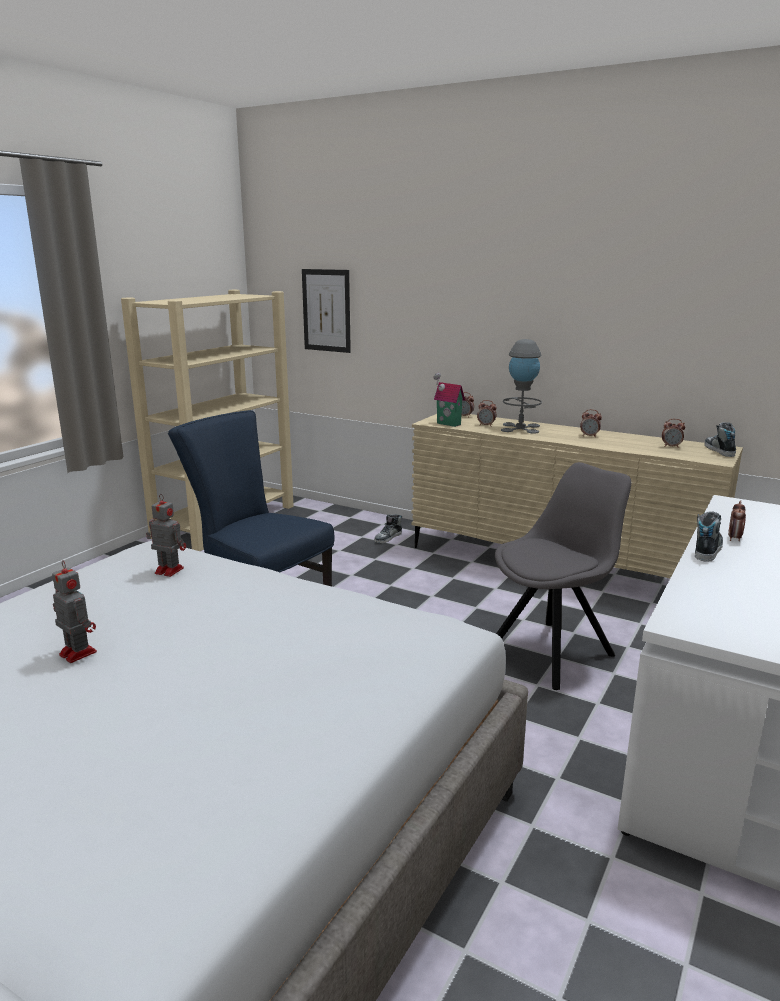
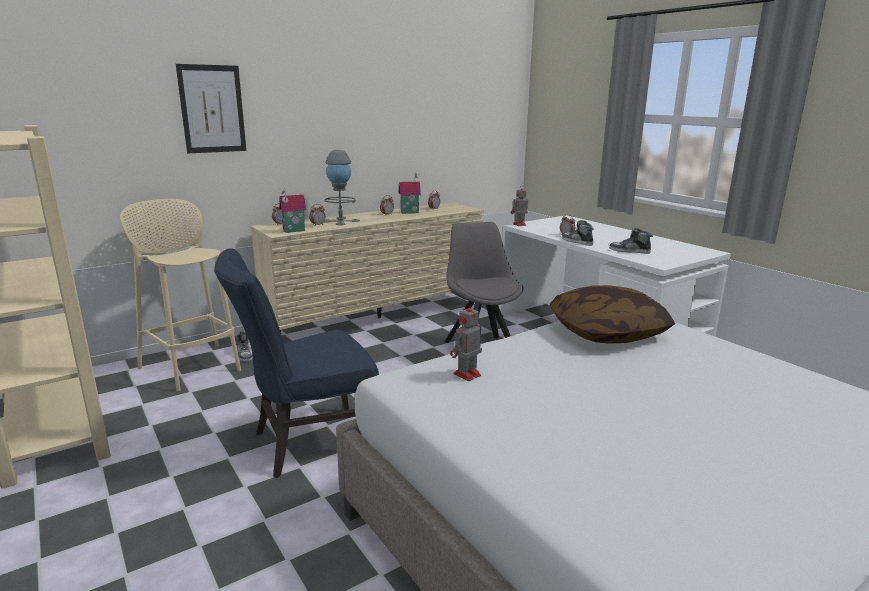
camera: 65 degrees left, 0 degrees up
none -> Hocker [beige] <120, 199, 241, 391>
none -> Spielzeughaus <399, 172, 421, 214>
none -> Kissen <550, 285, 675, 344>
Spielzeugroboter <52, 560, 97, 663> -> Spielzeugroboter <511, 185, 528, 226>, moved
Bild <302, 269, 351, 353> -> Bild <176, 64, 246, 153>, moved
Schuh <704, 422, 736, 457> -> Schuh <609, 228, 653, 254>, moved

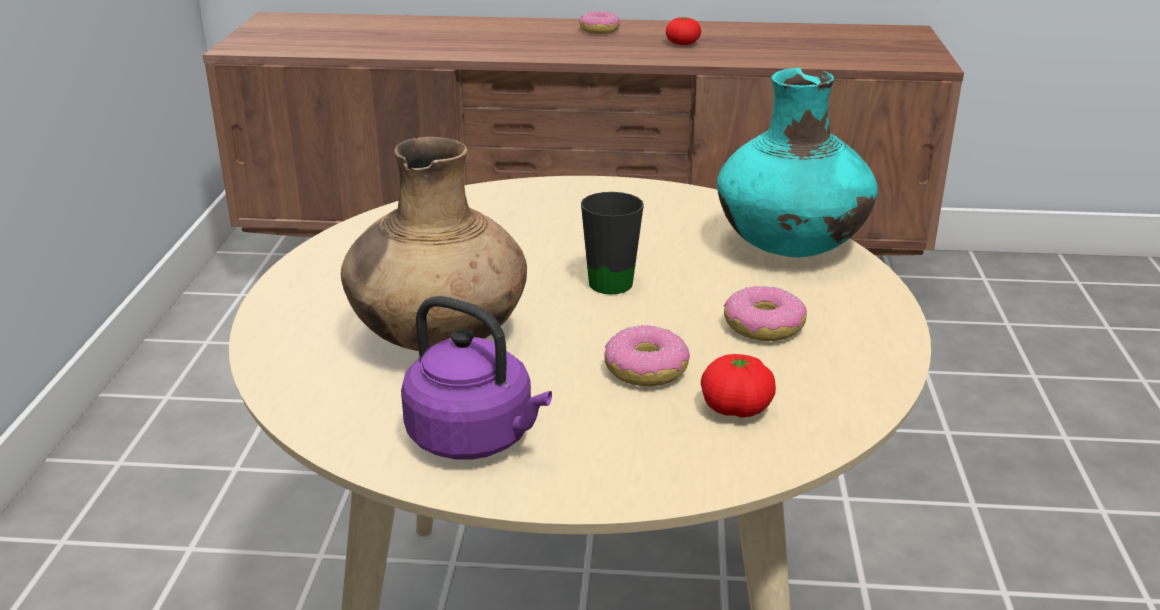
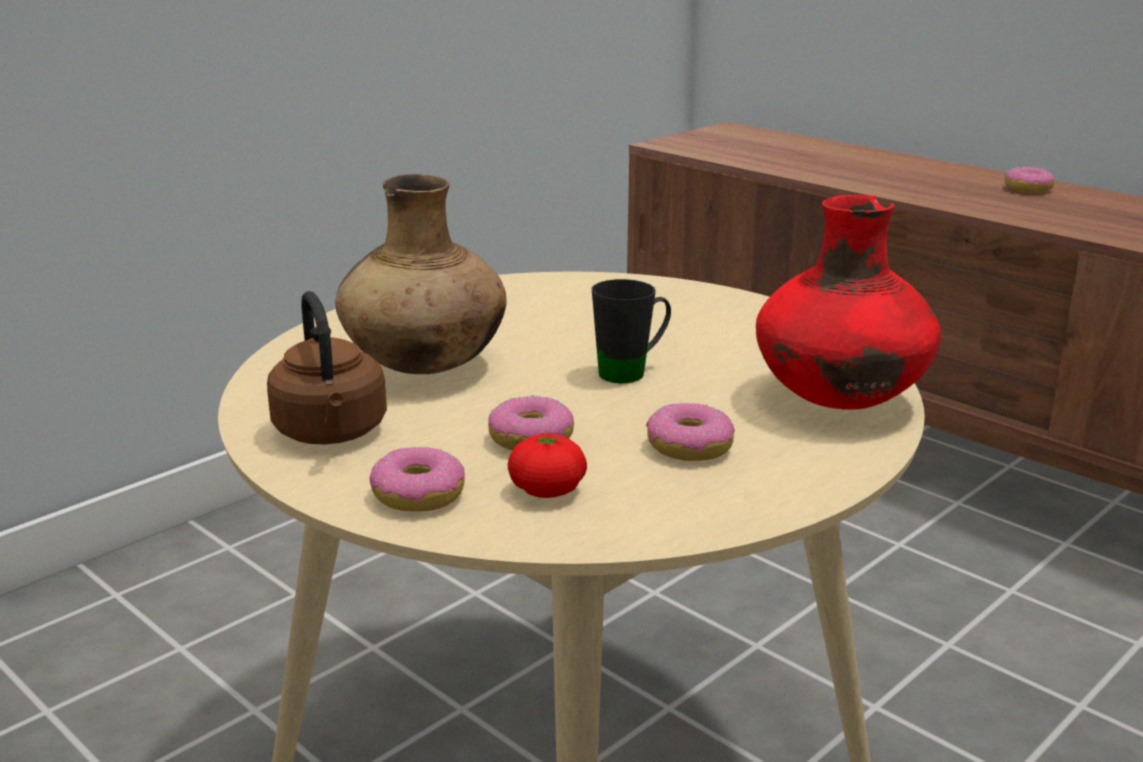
camera: 40 degrees right, 5 degrees down
Tomate <666, 17, 701, 45> -> none
none -> Donut <369, 446, 465, 511>
Wasserkessel [lila] <401, 296, 552, 460> -> Wasserkessel [braun] <267, 291, 387, 444>
Vase [türkis] <717, 68, 878, 257> -> Vase [rot] <756, 195, 941, 410>

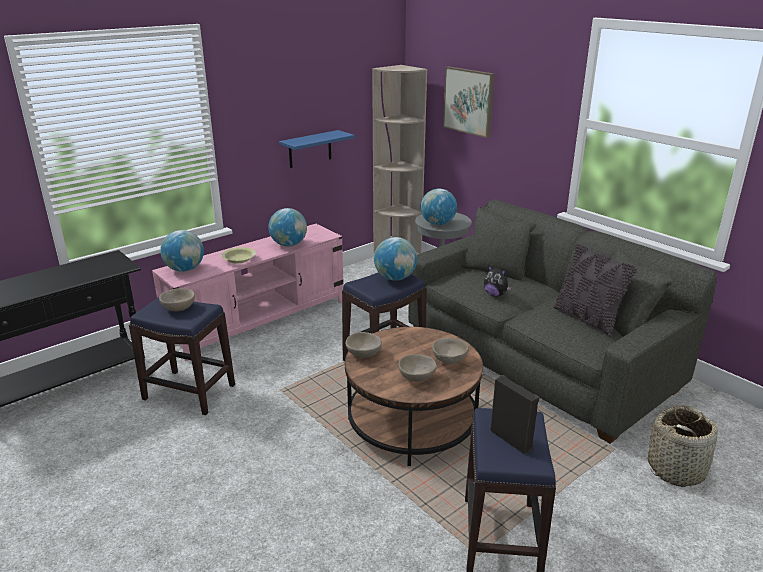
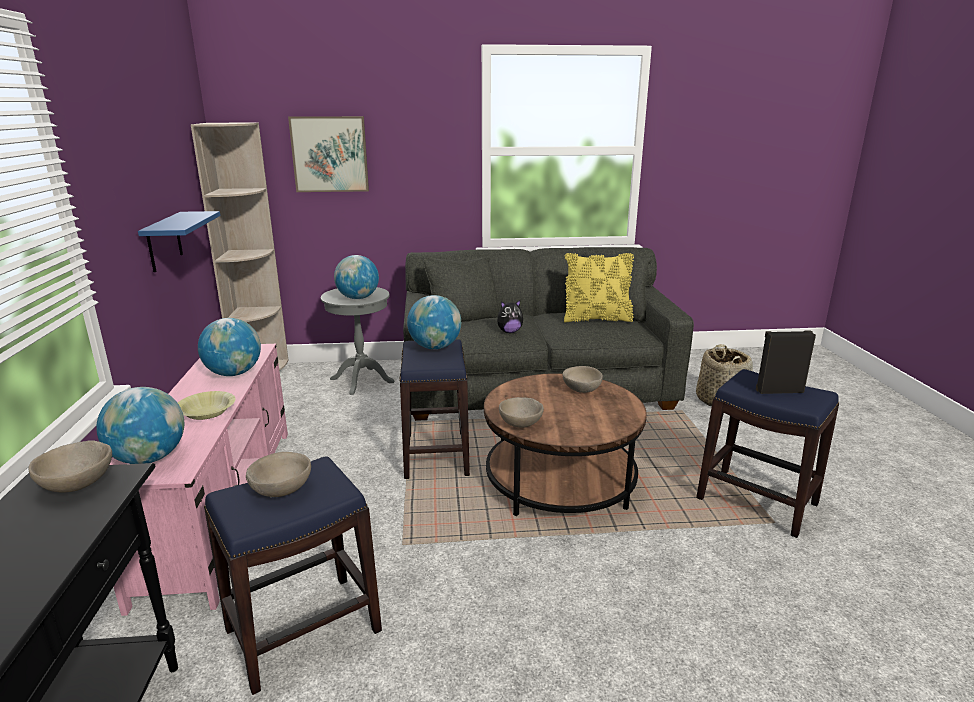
camera: 55 degrees left, 5 degrees down
Schüssel [beige] <398, 354, 437, 382> -> Schüssel [beige] <29, 440, 112, 493>, moved
Kissen [schwarz] <553, 243, 637, 336> -> Kissen [gelb] <564, 253, 634, 322>

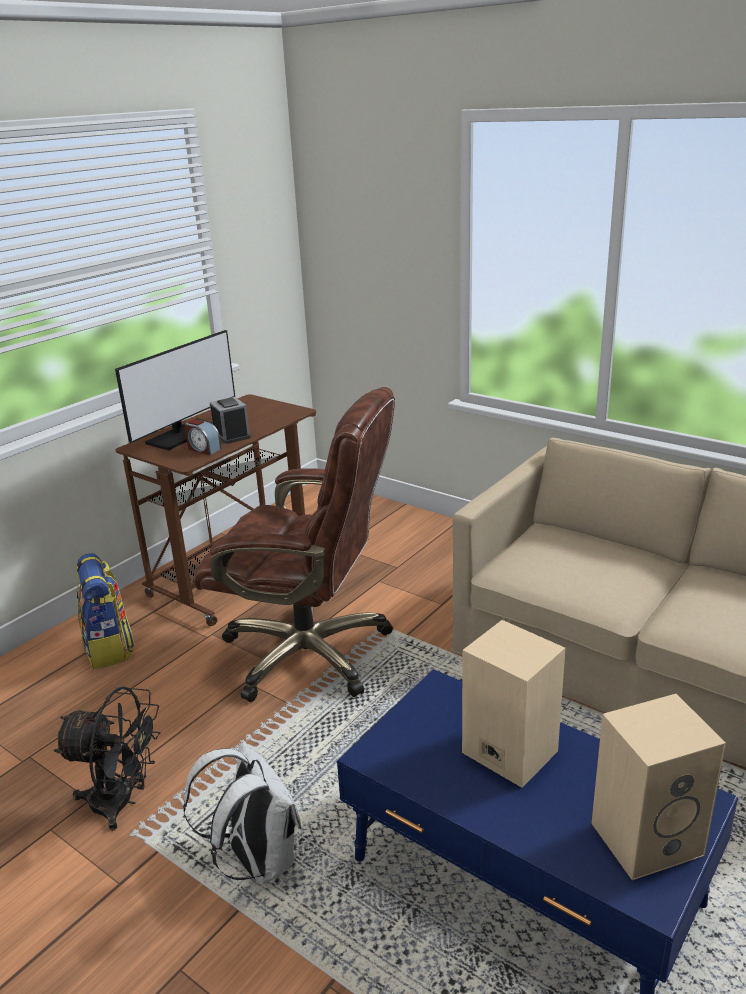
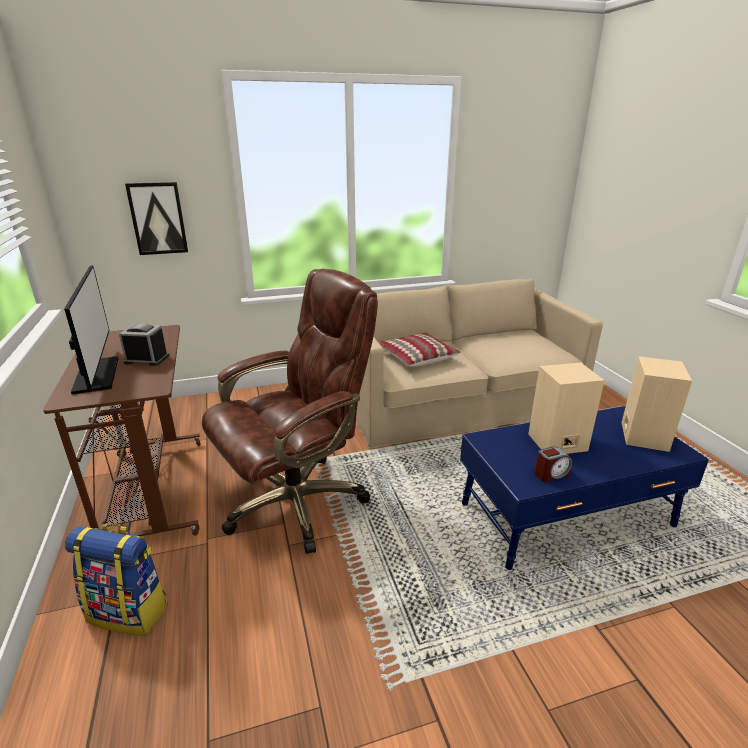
camera: 55 degrees left, 0 degrees up
Ventilator [schwarz] <54, 687, 161, 831> -> none
Rucksack [weiß] <183, 742, 301, 885> -> none
none -> Bild <125, 182, 188, 255>
none -> Kissen <378, 333, 461, 367>
Wecker <184, 419, 221, 455> -> Wecker <535, 446, 573, 482>, moved

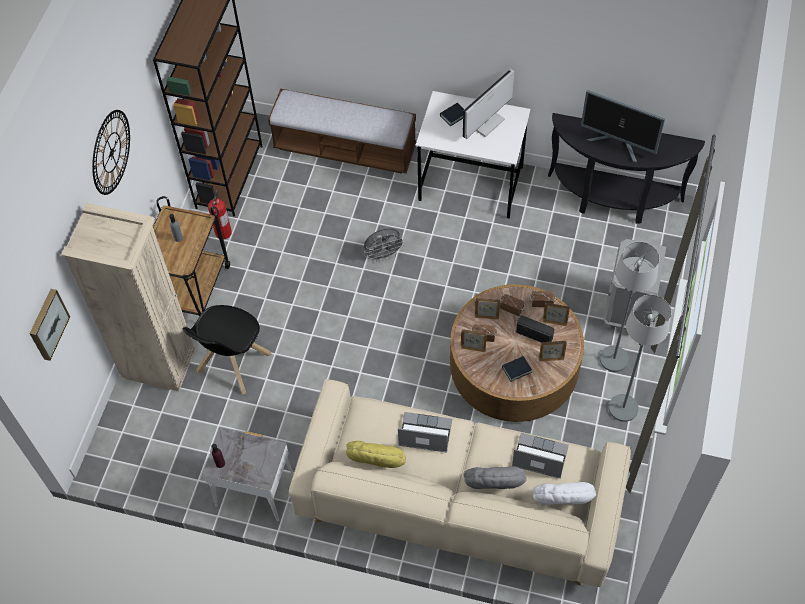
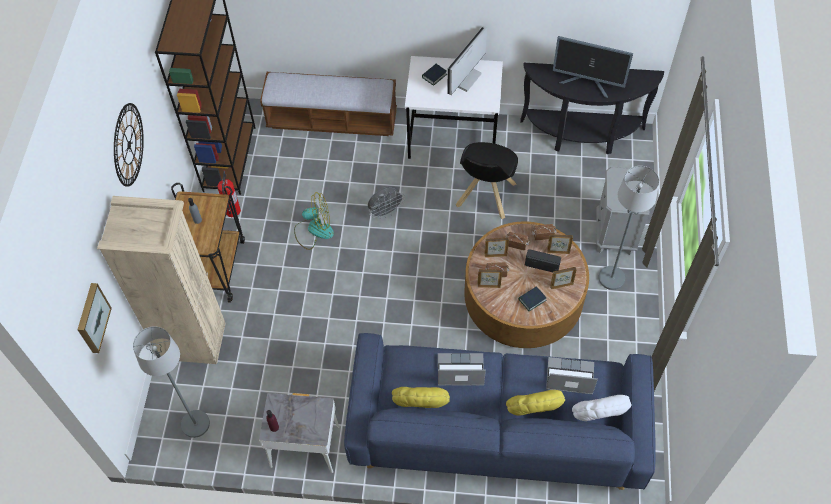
camera: 10 degrees left, 0 degrees up
none -> Ventilator <294, 192, 334, 250>
Stuhl [schwarz] <183, 305, 272, 395> -> Stuhl [schwarz] <455, 142, 518, 219>, moved
Stehlampe [grau] <609, 295, 671, 422> -> Stehlampe [grau] <133, 326, 210, 438>, moved
Sofa [beige] <289, 379, 631, 588> -> Sofa [blau] <344, 333, 656, 490>
Kissen [grau] <464, 466, 527, 489> -> Kissen [gelb] <506, 390, 565, 416>

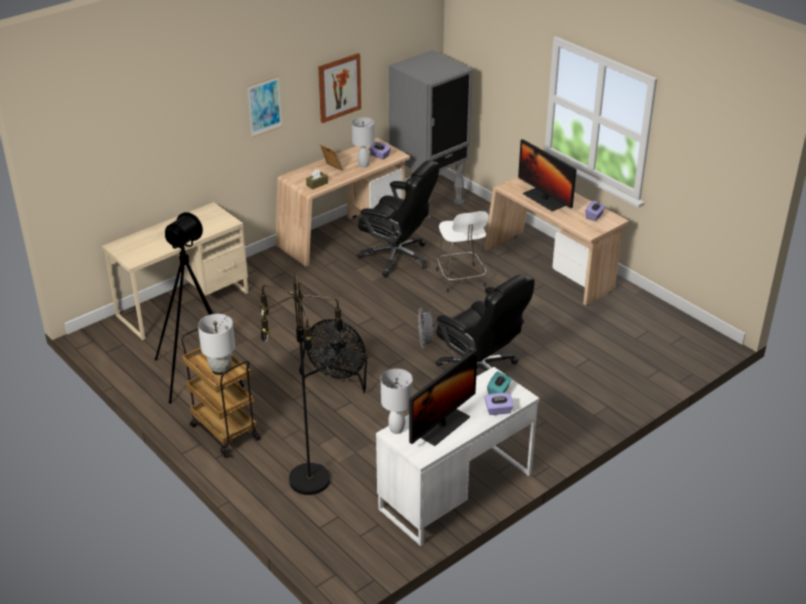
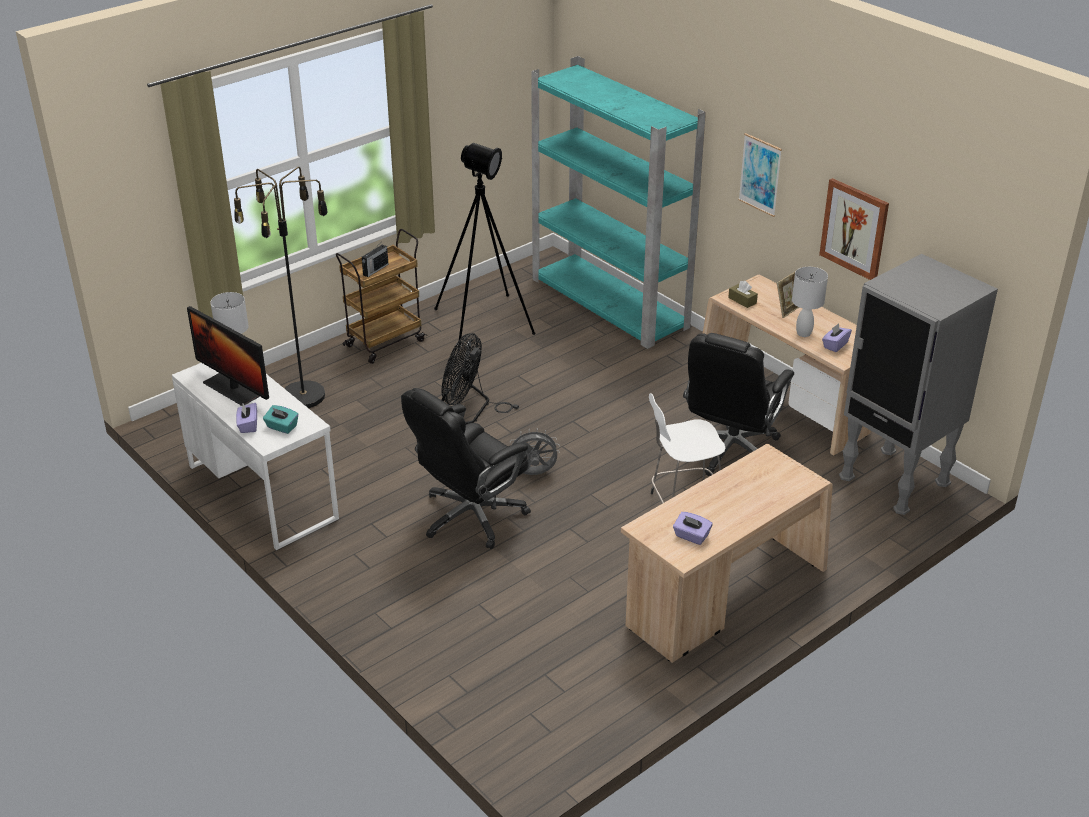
camera: 90 degrees right, 0 degrees up
Monitor <518, 139, 577, 212> -> none
Schreibtisch [beige] <102, 202, 248, 340> -> Bücherregal [türkis] <531, 56, 706, 349>
Tischlampe [weiß] <198, 314, 235, 375> -> Radio <362, 245, 389, 277>

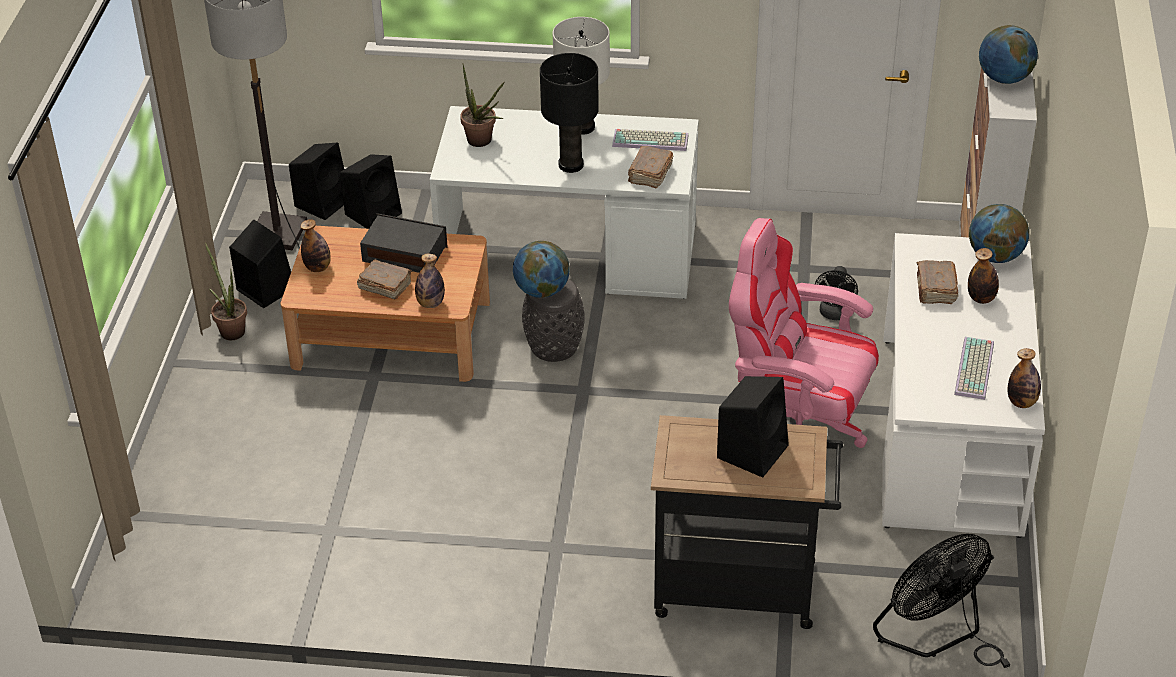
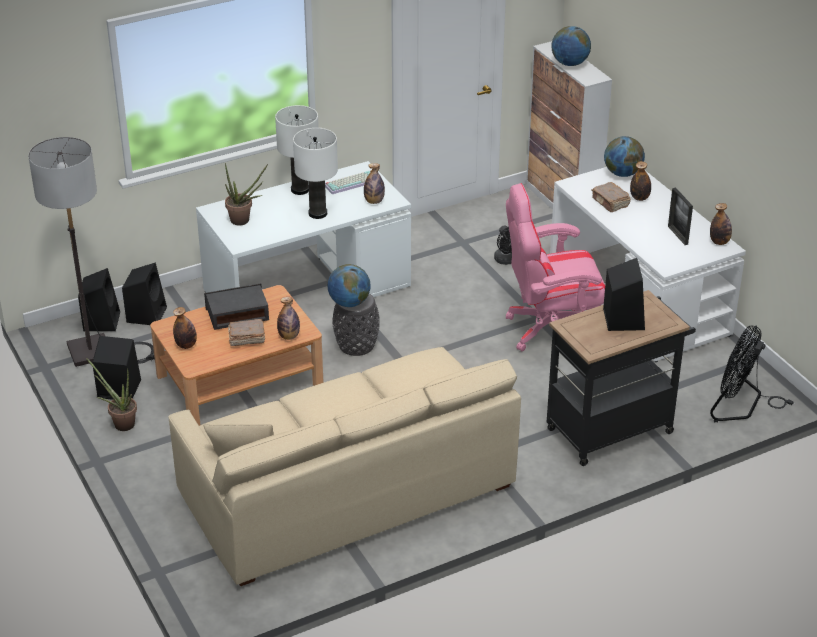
camera: 35 degrees left, 5 degrees down
none -> Sofa [beige] <168, 347, 521, 586>
Buch [braun] <628, 146, 673, 189> -> Flasche <364, 163, 385, 204>
Tastatur <954, 337, 994, 400> -> Bilderrahmen <668, 188, 693, 245>
Tischlampe [schwarz] <540, 53, 599, 173> -> Tischlampe [weiß] <293, 128, 338, 219>

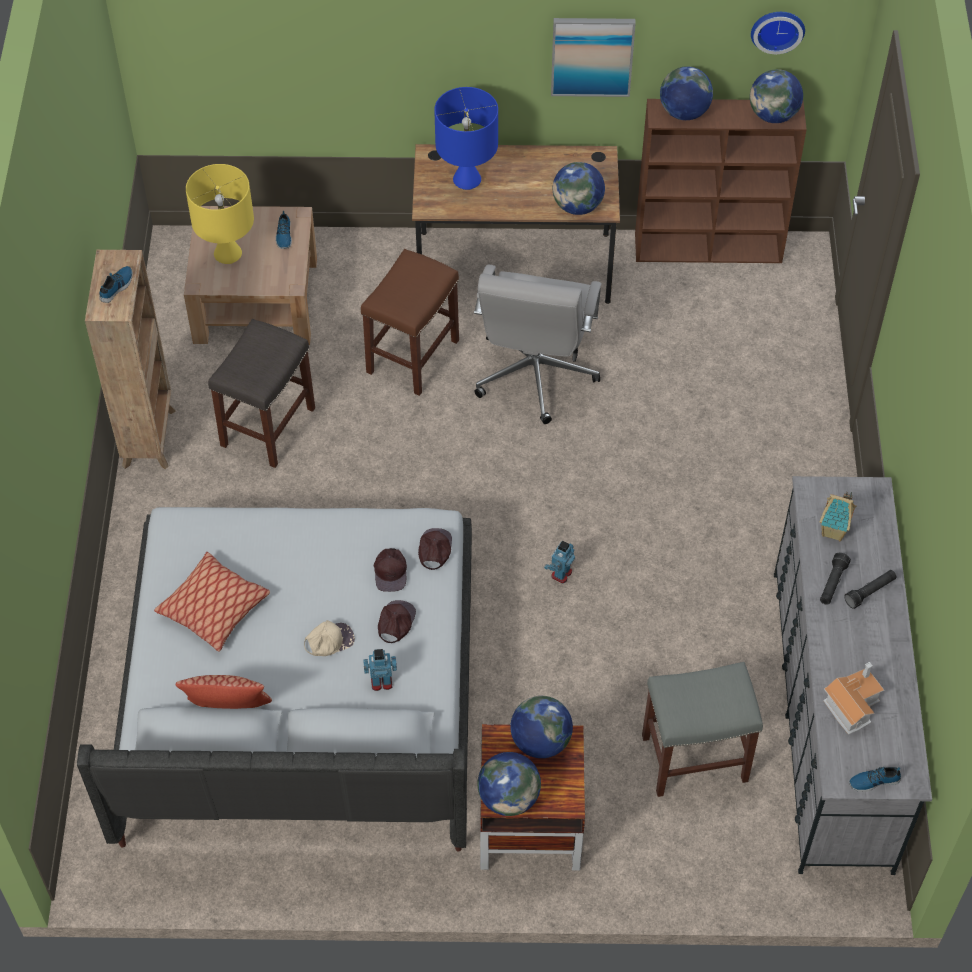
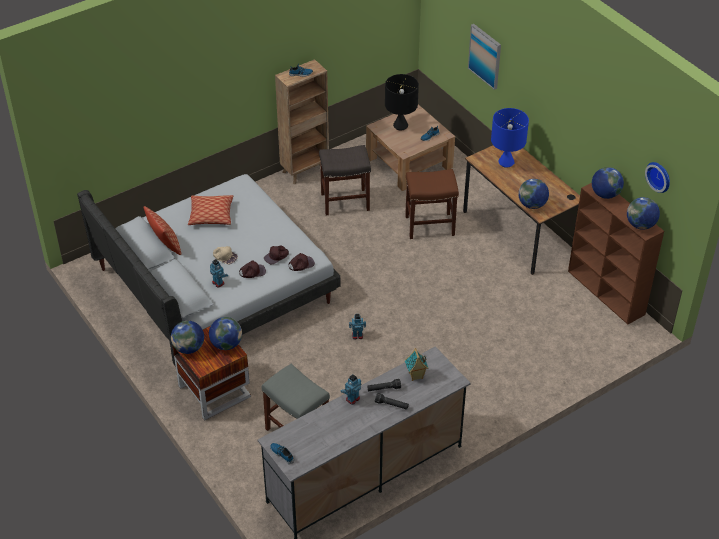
camera: 55 degrees right, 10 degrees down
Bürostuhl [grau] <474, 265, 602, 424> -> none
Spielzeughaus <823, 662, 884, 735> -> none
none -> Spielzeugroboter <341, 374, 361, 405>
Bild <551, 18, 636, 97> -> Bild <468, 24, 501, 90>, moved
Tischlampe [gelb] <186, 164, 254, 264> -> Tischlampe [schwarz] <385, 74, 419, 131>

